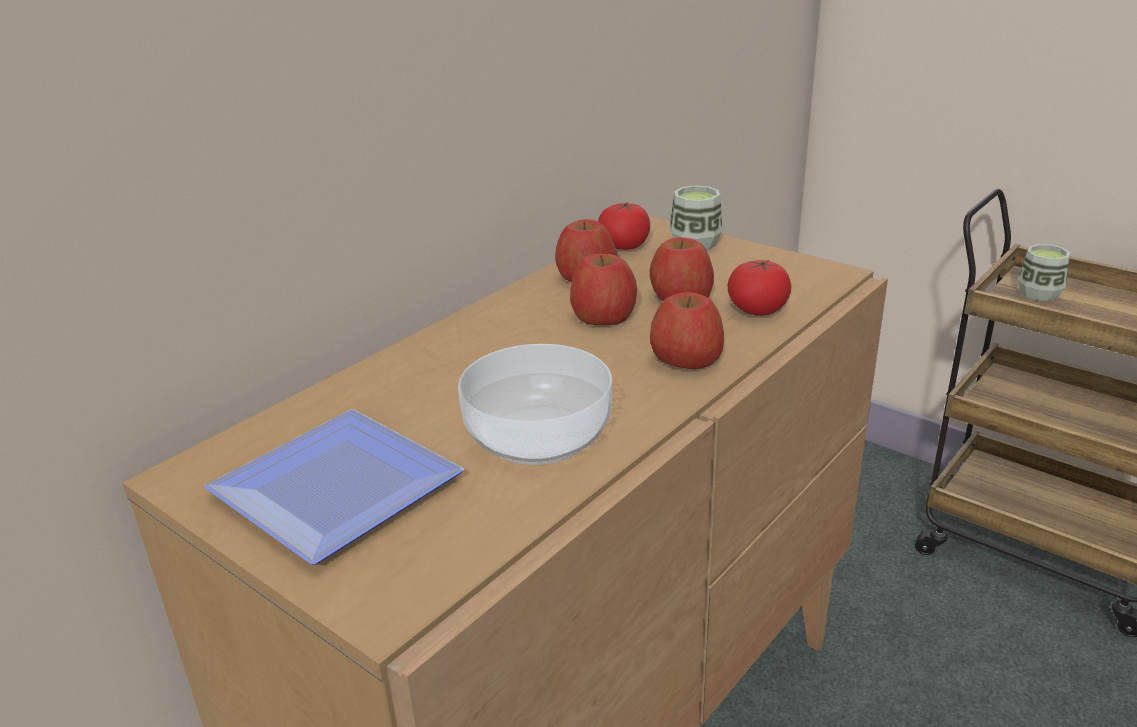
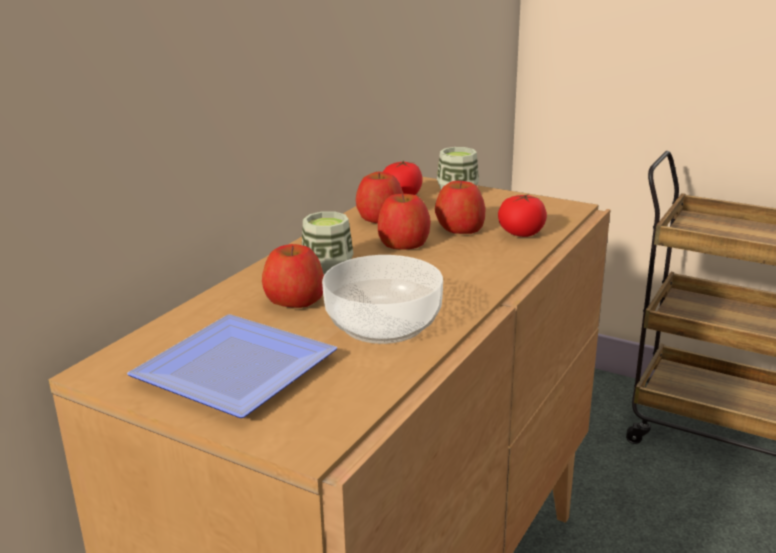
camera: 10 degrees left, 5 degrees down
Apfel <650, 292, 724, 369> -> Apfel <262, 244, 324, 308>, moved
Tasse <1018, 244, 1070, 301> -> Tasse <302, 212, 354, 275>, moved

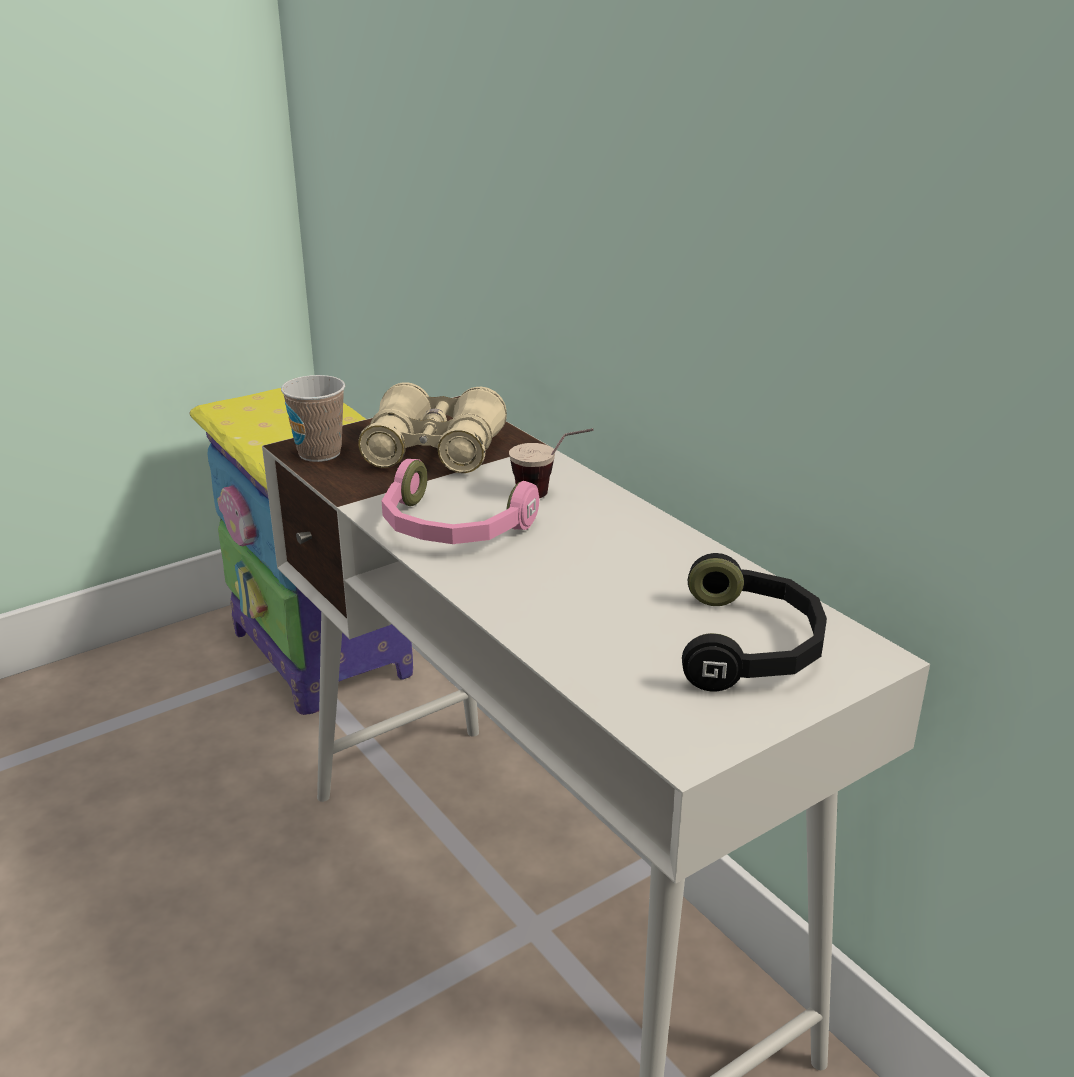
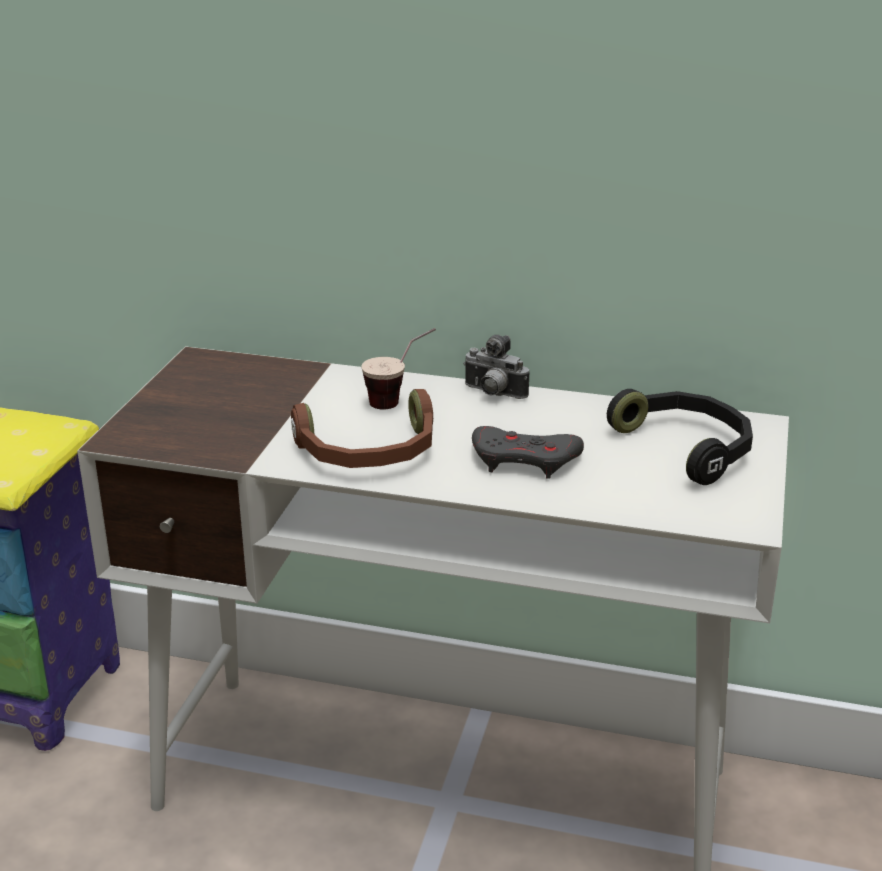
camera: 40 degrees left, 0 degrees up
Tasse <281, 375, 345, 462> -> none
Fernglas [beige] <358, 382, 507, 473> -> none
none -> Kamera <463, 335, 529, 399>
none -> Gamepad [grau] <472, 426, 584, 479>
Kopfhörer [rosa] <382, 459, 539, 544> -> Kopfhörer [braun] <291, 389, 433, 468>

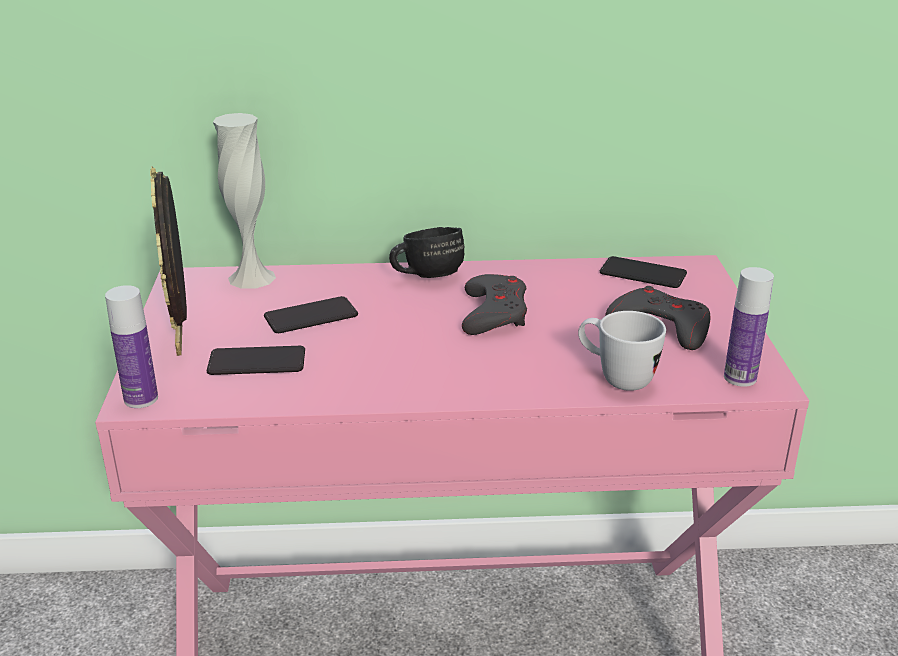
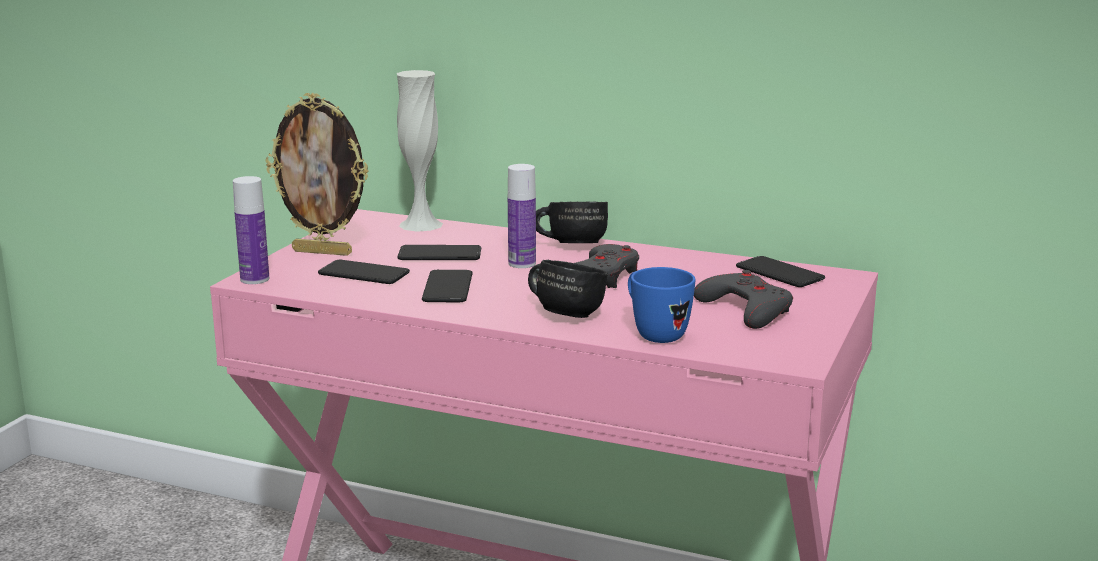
camera: 25 degrees right, 10 degrees down
none -> Handy <422, 270, 473, 302>
none -> Henkelbecher [schwarz] <528, 260, 608, 318>
Flasche <724, 267, 774, 387> -> Flasche <508, 164, 536, 268>, moved
Henkelbecher [weiß] <578, 311, 666, 391> -> Henkelbecher [blau] <628, 267, 696, 343>
Bilderrahmen <150, 166, 187, 356> -> Bilderrahmen <266, 93, 368, 256>, 90 degrees counterclockwise

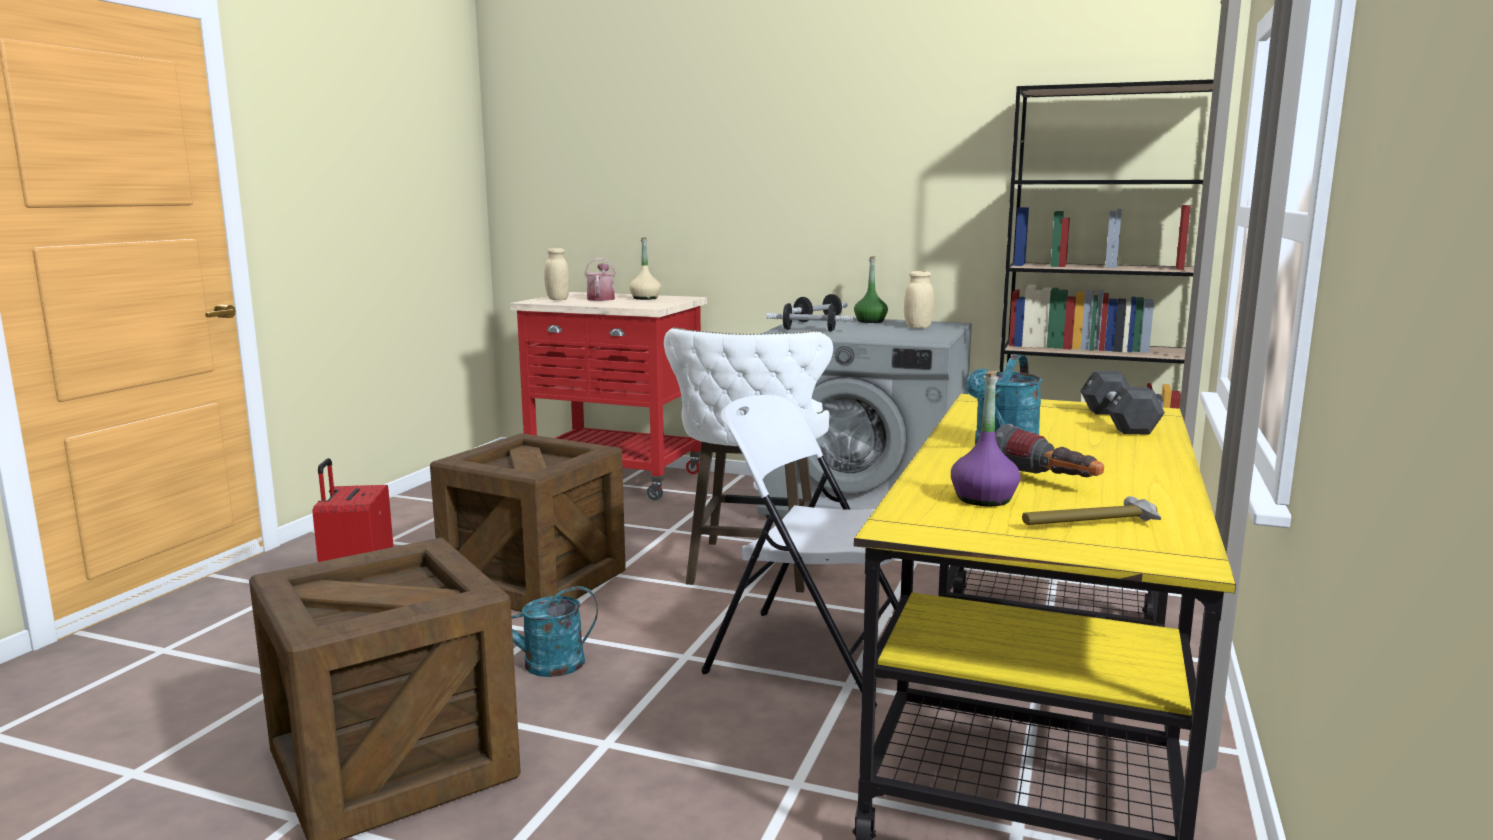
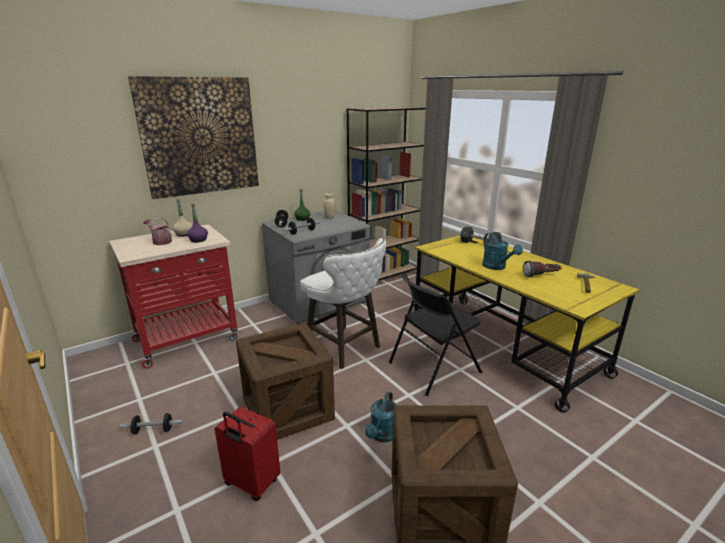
camera: 55 degrees left, 10 degrees up
Vorratsglas [beige] <544, 248, 570, 300> -> none
none -> Hantel <120, 413, 183, 435>
none -> Bild <128, 76, 259, 199>
Flasche [lila] <951, 371, 1021, 506> -> Flasche [lila] <187, 203, 208, 242>, moved
Stuhl [weiß] <702, 395, 899, 709> -> Stuhl [schwarz] <389, 273, 482, 397>

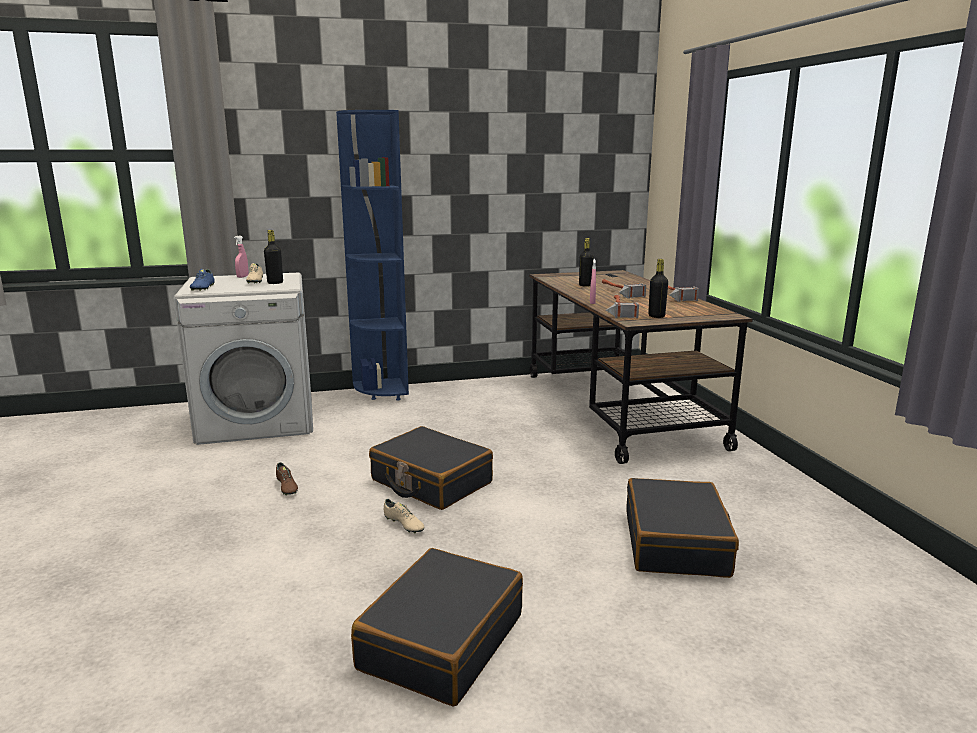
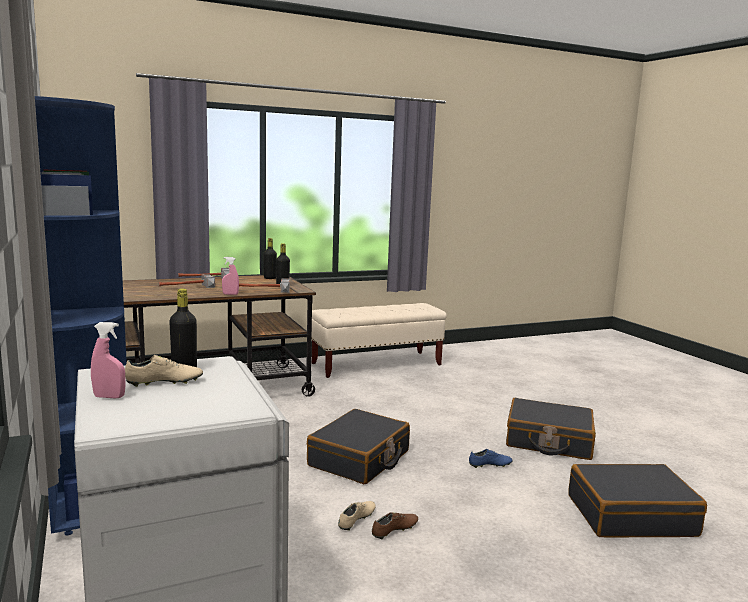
camera: 100 degrees left, 5 degrees down
none -> Bank [beige] <312, 303, 447, 378>
Schuh [blau] <190, 269, 215, 291> -> Schuh [blau] <469, 449, 513, 468>, moved
Schuh [beige] <384, 499, 424, 534> -> Schuh [beige] <338, 501, 376, 531>, moved
Flasche [schwarz] <579, 238, 594, 287> -> Flasche [schwarz] <264, 238, 277, 279>, moved
Koffer [schwarz] <626, 478, 739, 578> -> Koffer [schwarz] <568, 464, 707, 538>, moved

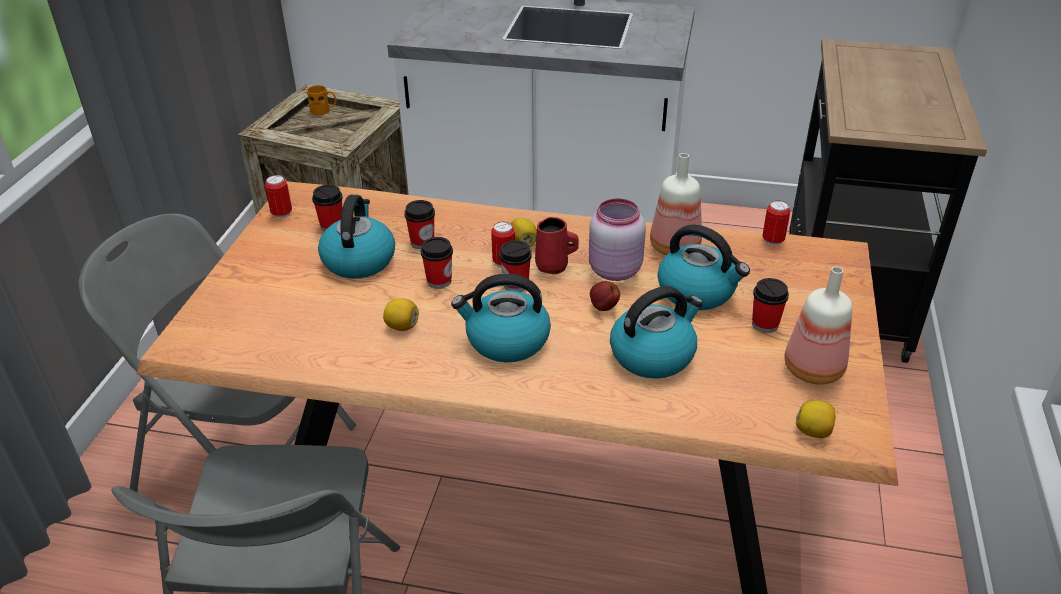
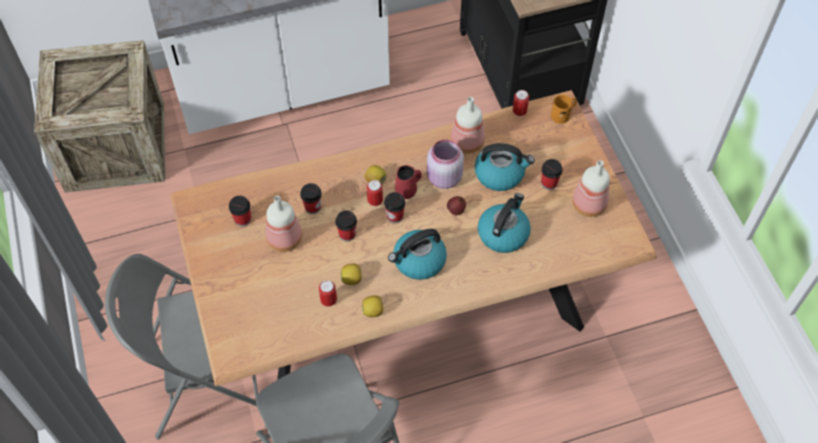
camera: 30 degrees left, 20 degrees up
Dose <265, 175, 292, 219> -> Dose <319, 280, 337, 307>, moved
Henkelbecher [orange] <307, 85, 337, 115> -> Henkelbecher [orange] <551, 95, 577, 124>, moved
Zitrone <796, 400, 836, 438> -> Zitrone <361, 295, 383, 317>, moved
Wasserkessel <318, 195, 395, 279> -> Flasche <266, 196, 302, 252>

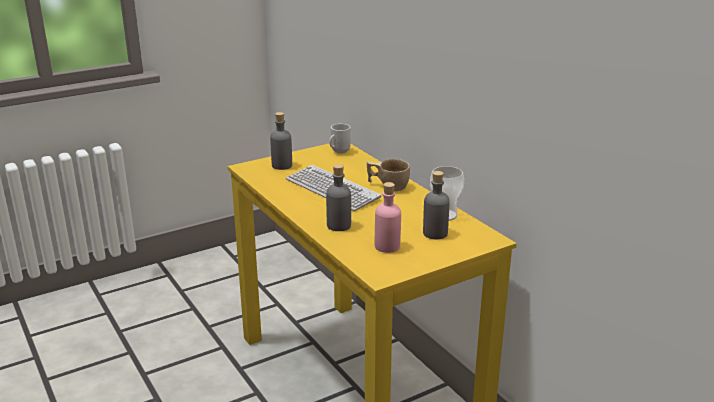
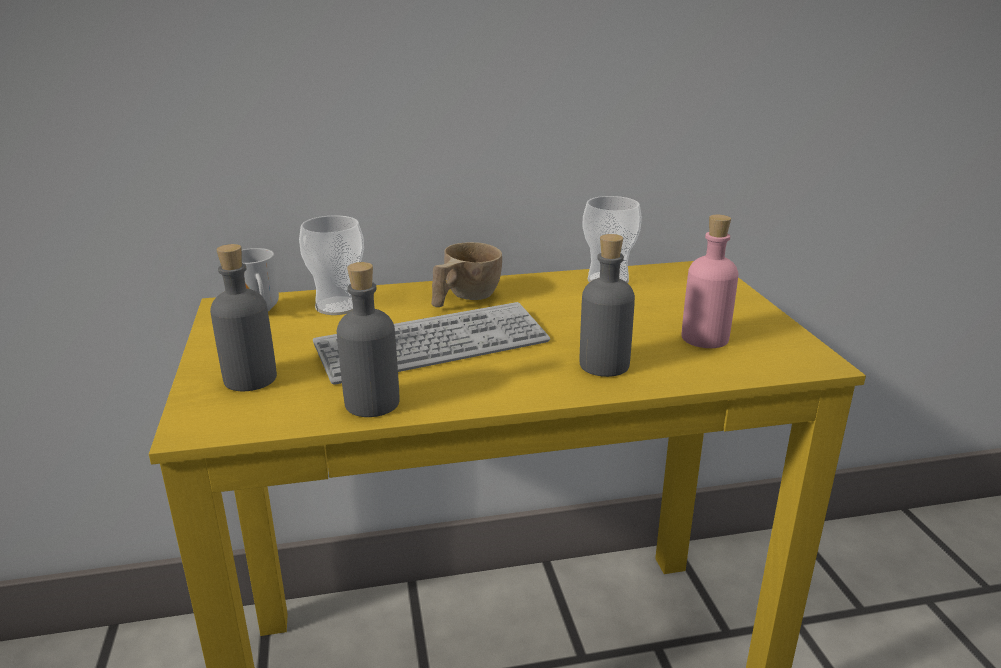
camera: 70 degrees left, 0 degrees up
none -> Tasse <299, 216, 364, 315>
Flasche [grau] <423, 171, 450, 239> -> Flasche [grau] <337, 262, 400, 417>, moved

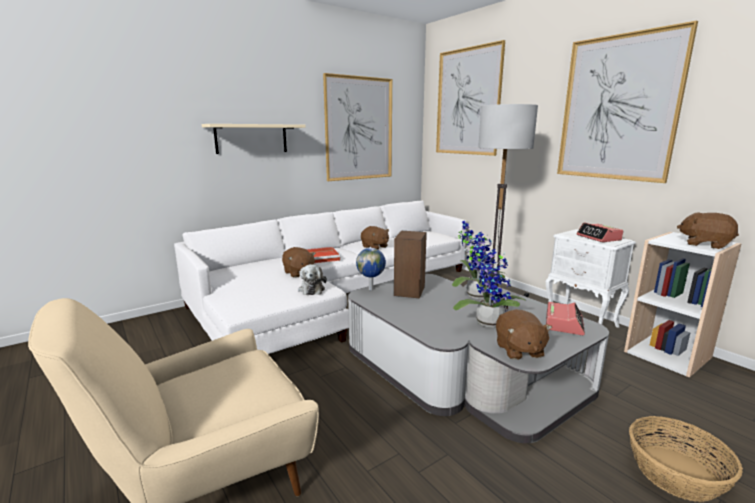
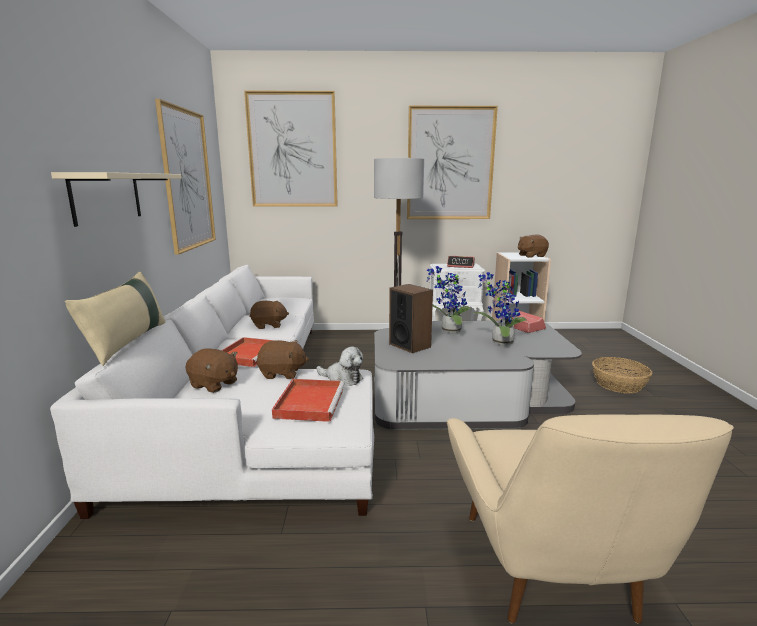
camera: 55 degrees left, 0 degrees up
Globus <356, 248, 386, 290> -> none
none -> Kissen [beige] <65, 272, 165, 366>
none -> Tablett [rot] <272, 379, 345, 422>
Plüschtier [braun] <496, 309, 552, 360> -> Plüschtier [braun] <185, 348, 238, 393>, moved

